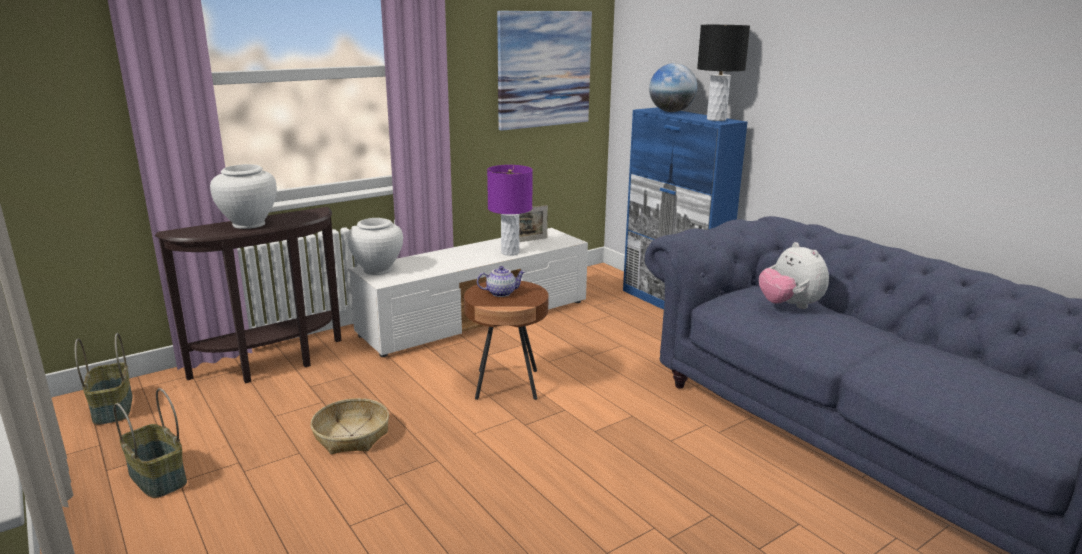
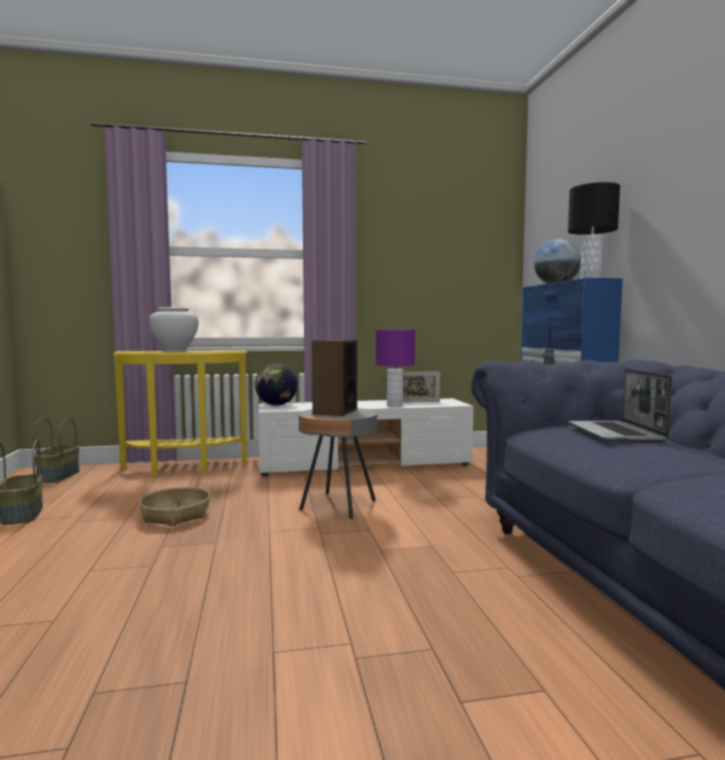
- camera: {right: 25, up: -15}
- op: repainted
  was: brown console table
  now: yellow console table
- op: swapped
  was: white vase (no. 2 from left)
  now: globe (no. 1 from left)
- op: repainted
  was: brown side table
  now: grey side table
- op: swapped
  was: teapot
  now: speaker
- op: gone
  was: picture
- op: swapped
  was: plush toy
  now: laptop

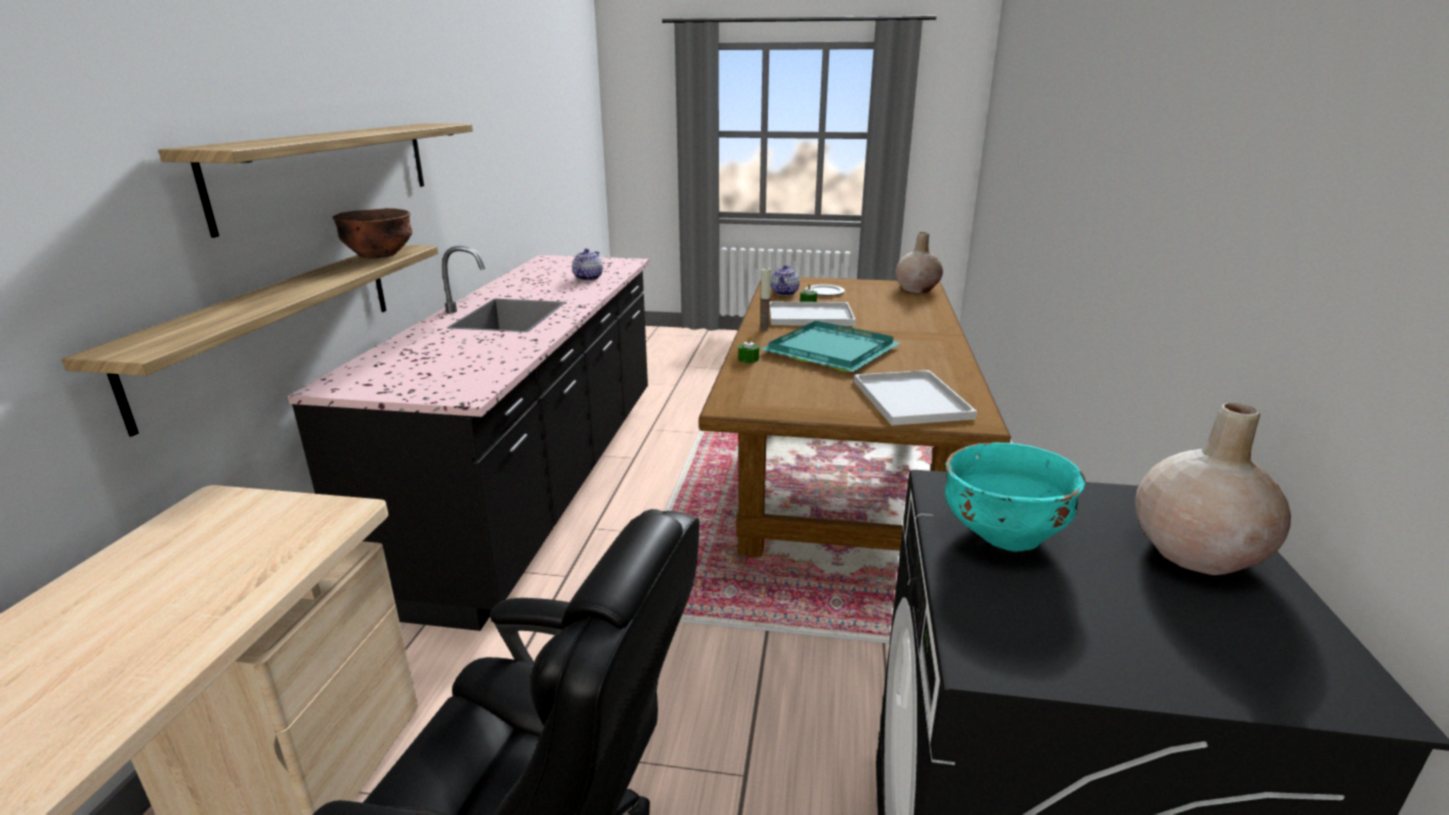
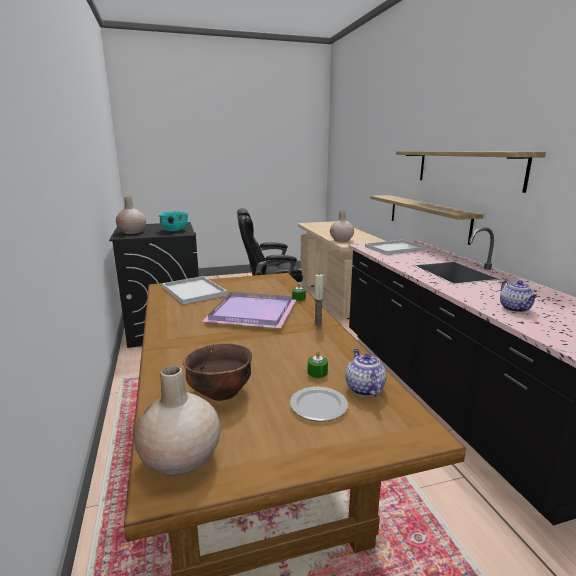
- camera: {right: 155, up: -5}
- op: shifted
  was: brown bowl
- op: repainted
  was: turquoise tray
  now: purple tray
- op: shifted
  was: white tray (no. 1 from left in the first image)
  now: white tray (no. 2 from left)
- op: new
  now: beige vase (no. 3 from left)

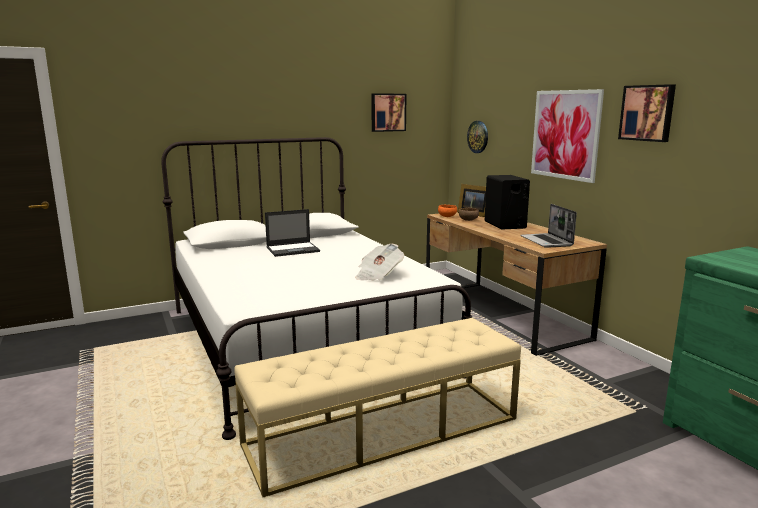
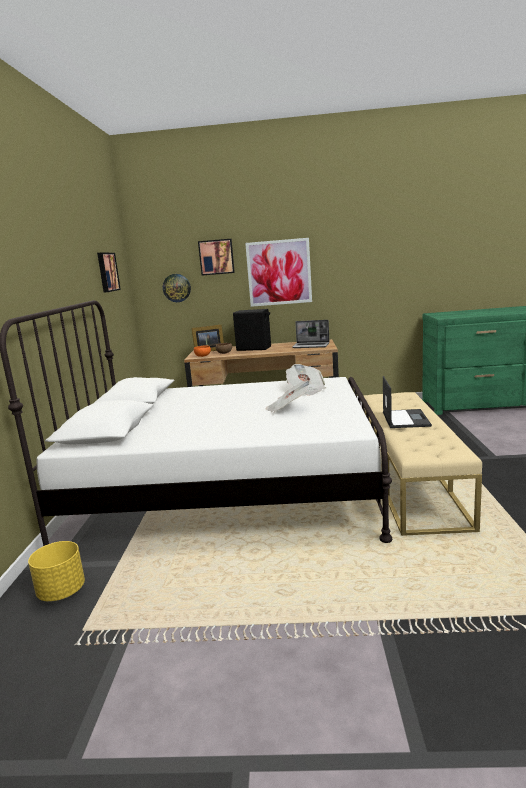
- camera: {right: -60, up: 0}
- op: shifted
  was: laptop (no. 1 from left in the first image)
  now: laptop (no. 2 from left)
- op: shifted
  was: picture (no. 3 from left in the first image)
  now: picture (no. 2 from left)
- op: new
  now: yellow planter
- op: new
  now: newspaper (no. 1 from left)

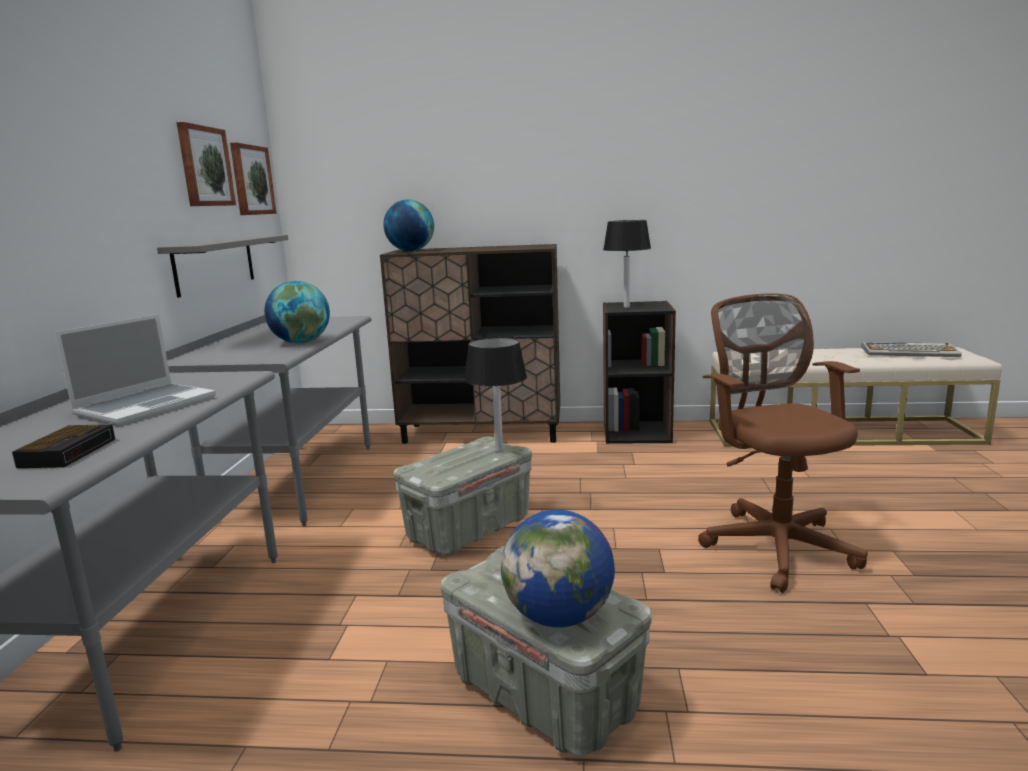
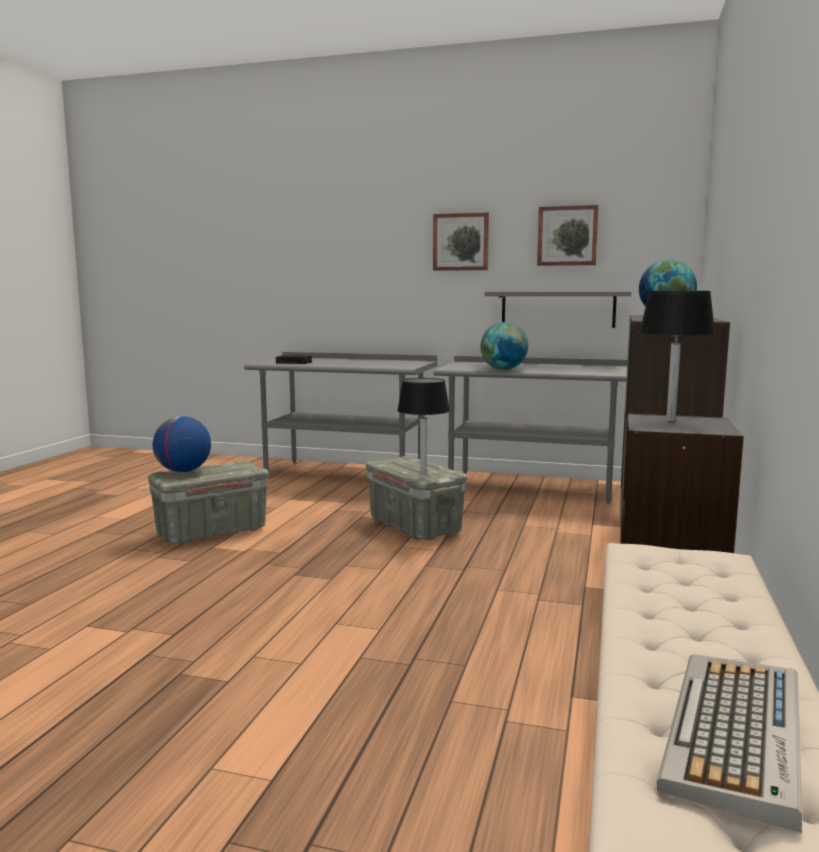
- camera: {right: 100, up: -5}
- op: gone
  was: laptop
- op: shifted
  was: picture (no. 2 from left in the first image)
  now: picture (no. 1 from left)
- op: gone
  was: brown office chair

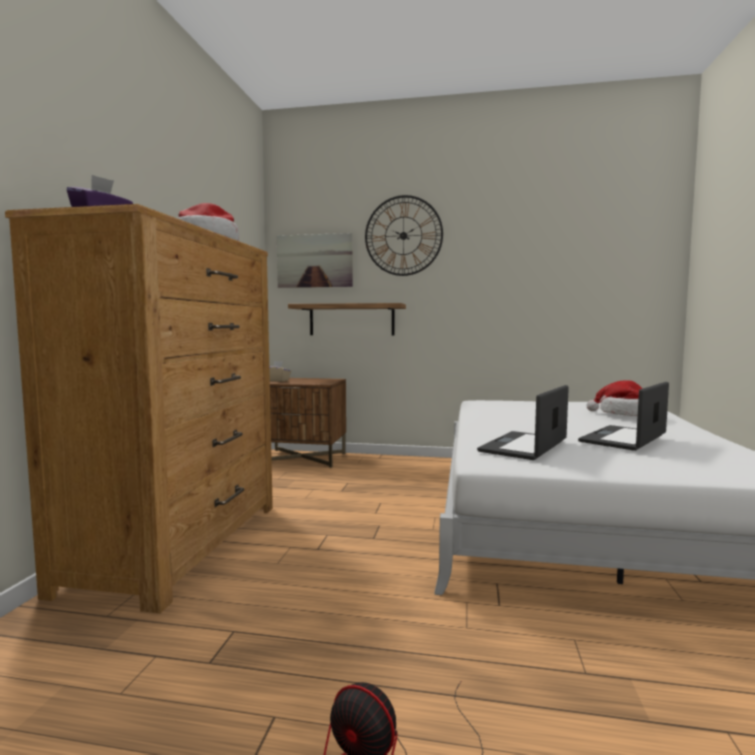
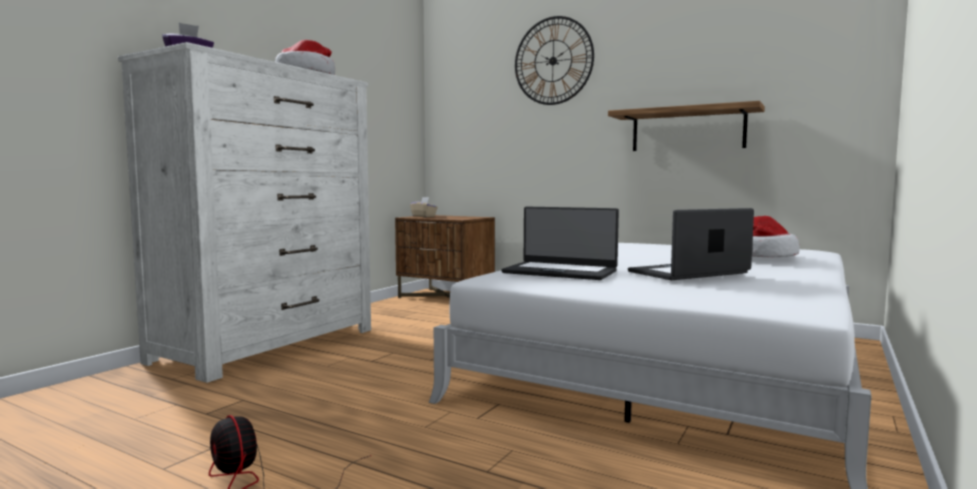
- camera: {right: 20, up: 0}
- op: repainted
  was: brown dresser
  now: white dresser
- op: gone
  was: picture
- op: shifted
  was: shelf
- op: rotated
  was: laptop (no. 1 from left)
  clockwise: -120

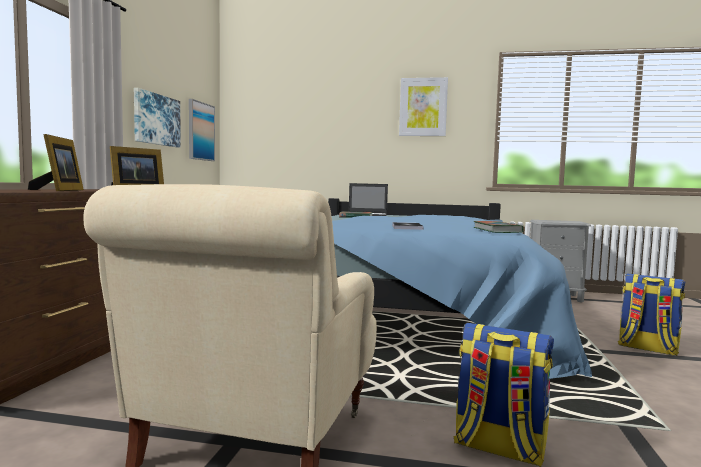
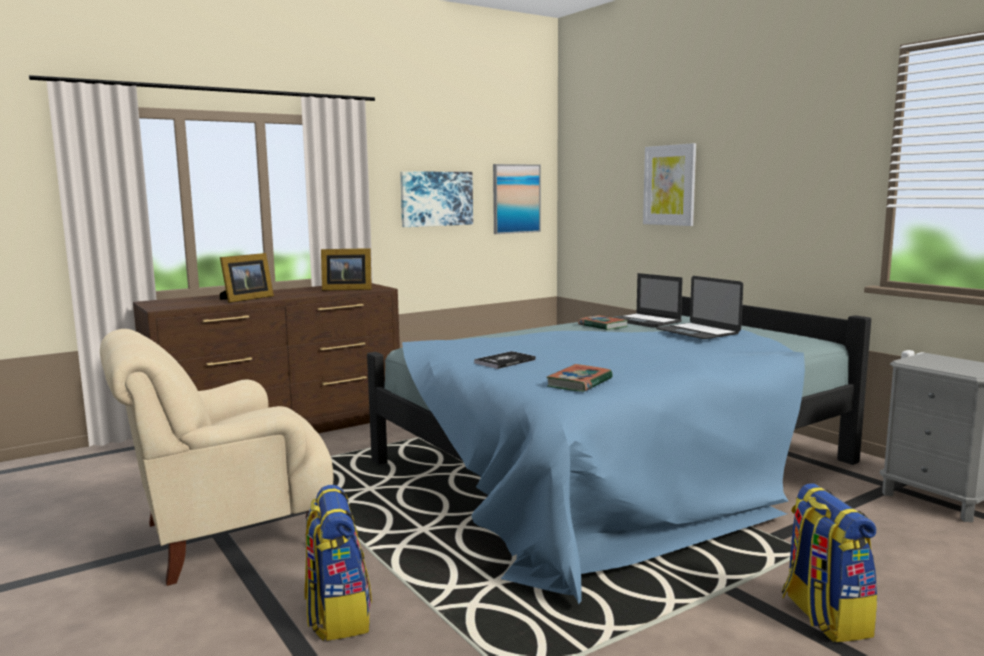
- camera: {right: 45, up: 5}
- op: shifted
  was: picture (no. 3 from left)
- op: new
  now: laptop (no. 2 from left)

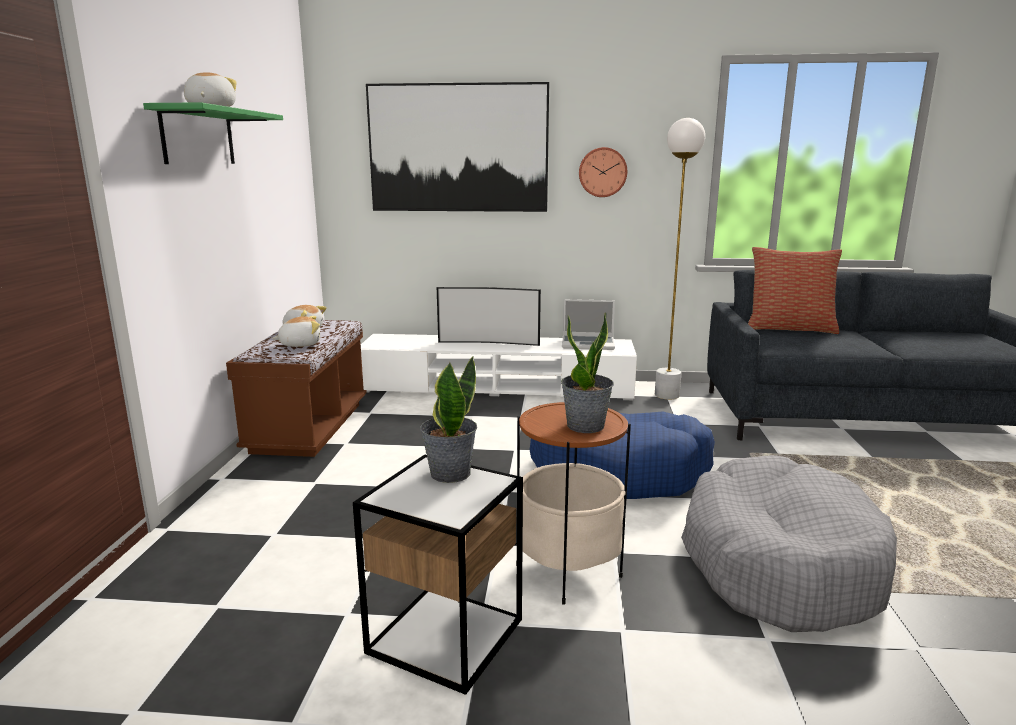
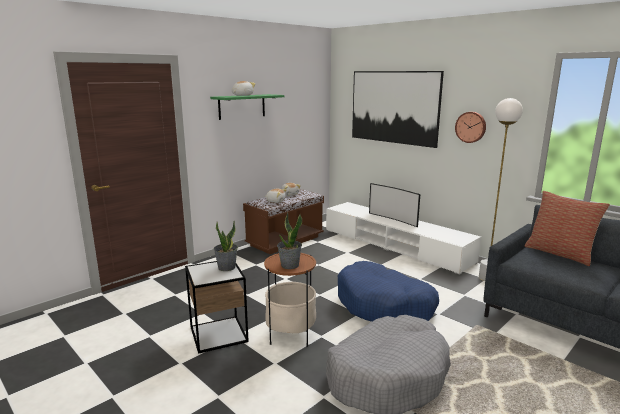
- camera: {right: 40, up: 0}
- op: gone
  was: laptop

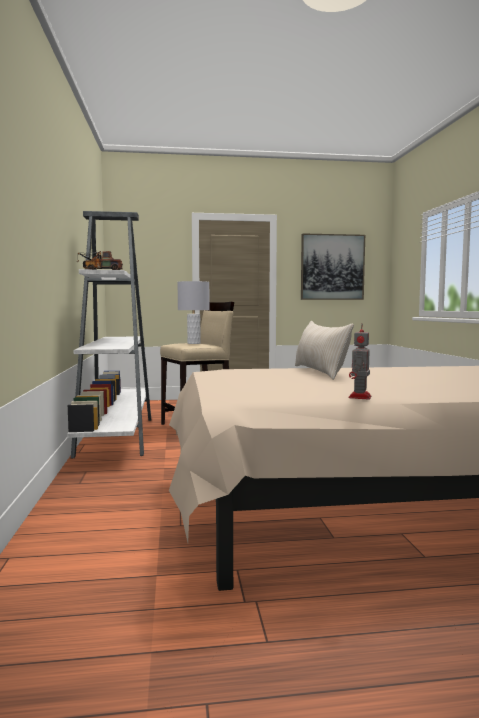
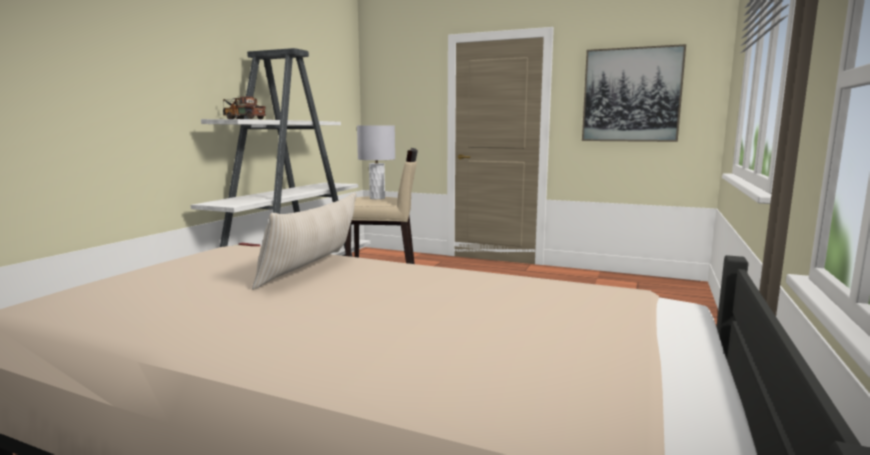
- camera: {right: 30, up: 5}
- op: gone
  was: toy robot

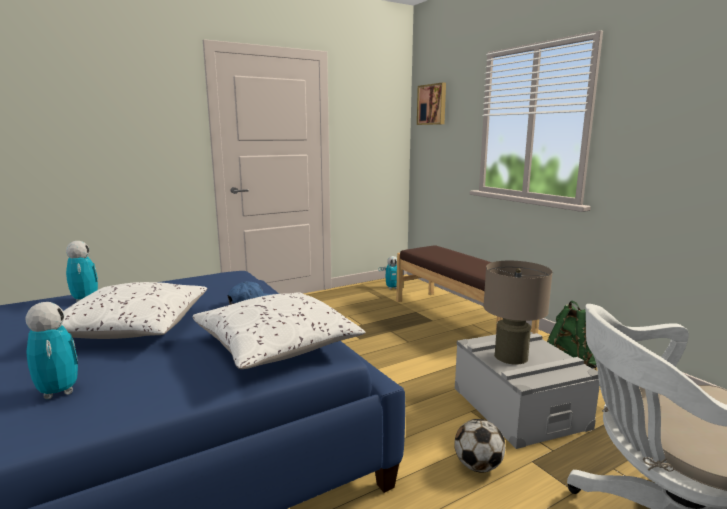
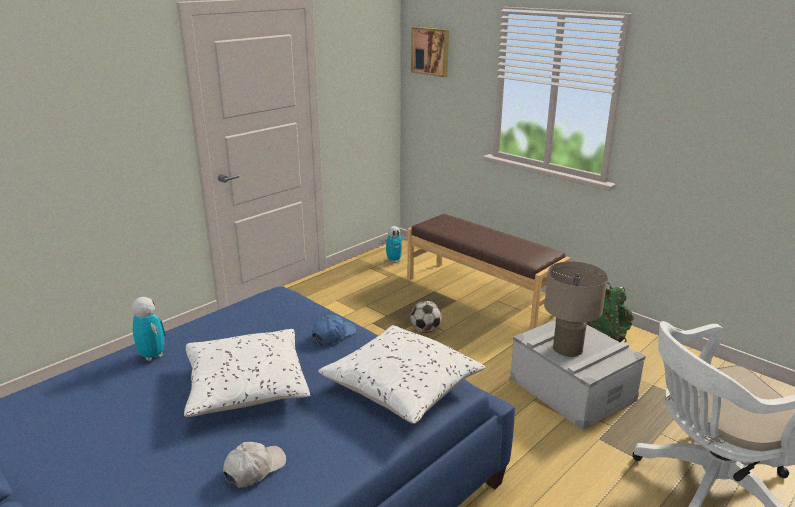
- camera: {right: -15, up: 10}
- op: swapped
  was: toy robot (no. 1 from left)
  now: white cap
- op: shifted
  was: football

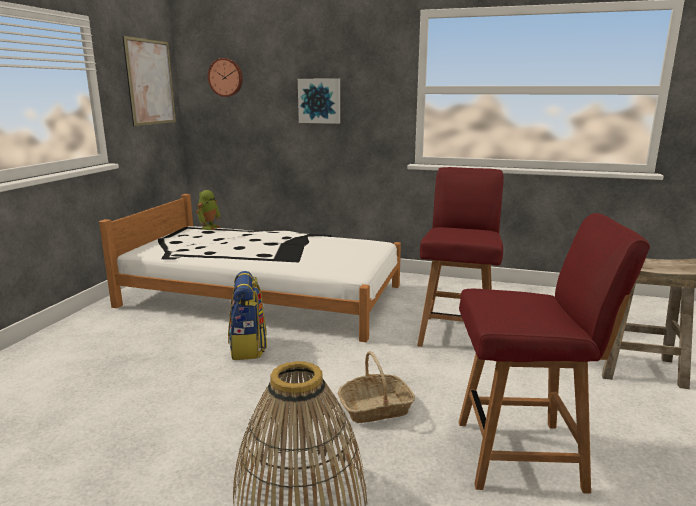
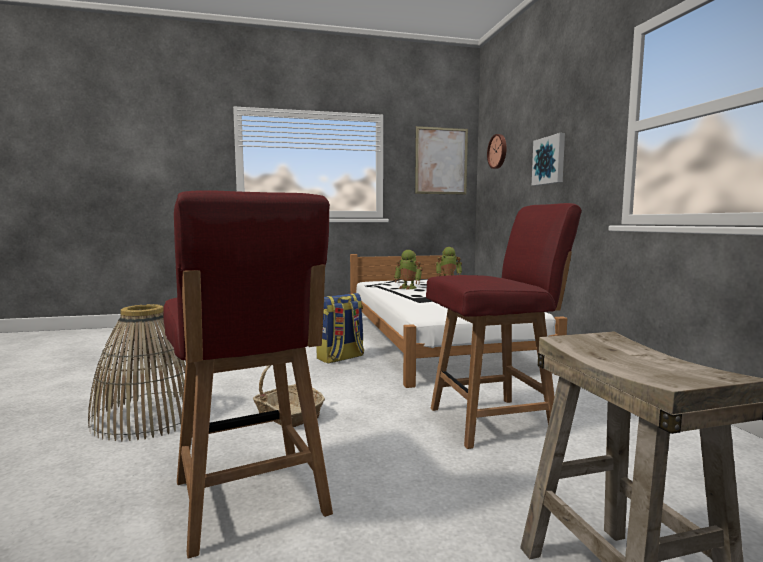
- camera: {right: 60, up: -10}
- op: new
  now: toy robot (no. 1 from left)

